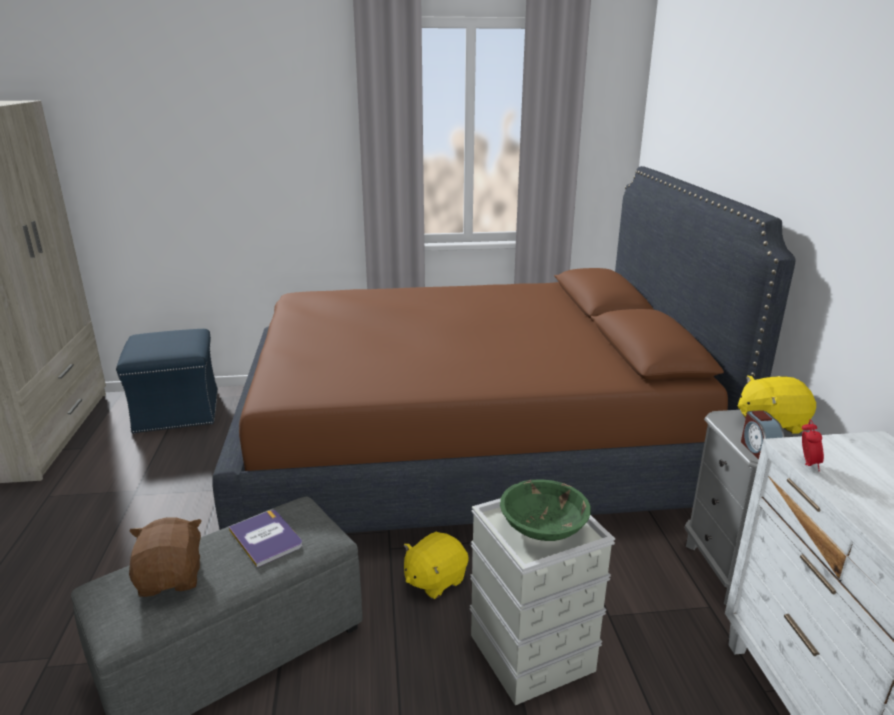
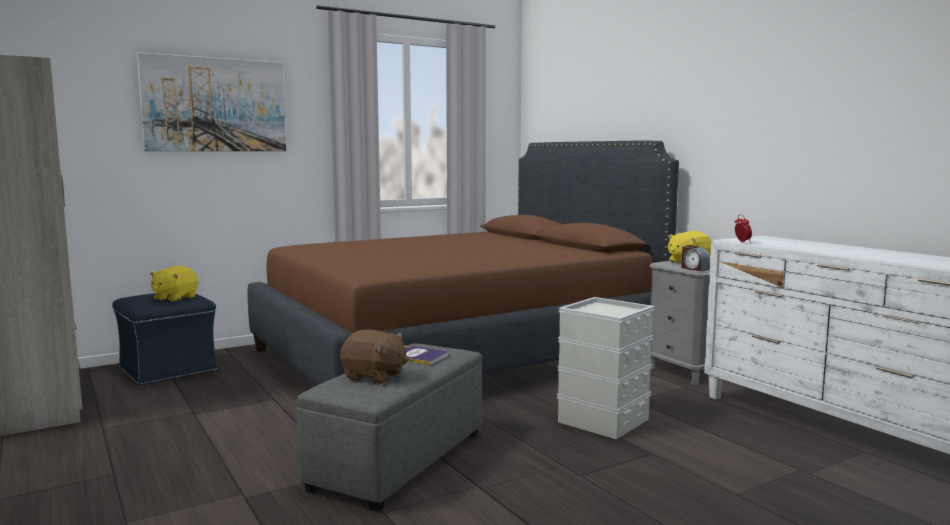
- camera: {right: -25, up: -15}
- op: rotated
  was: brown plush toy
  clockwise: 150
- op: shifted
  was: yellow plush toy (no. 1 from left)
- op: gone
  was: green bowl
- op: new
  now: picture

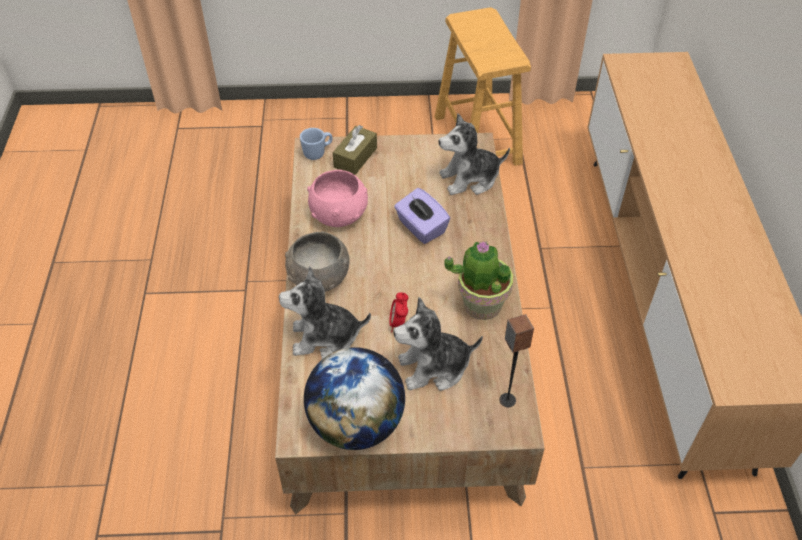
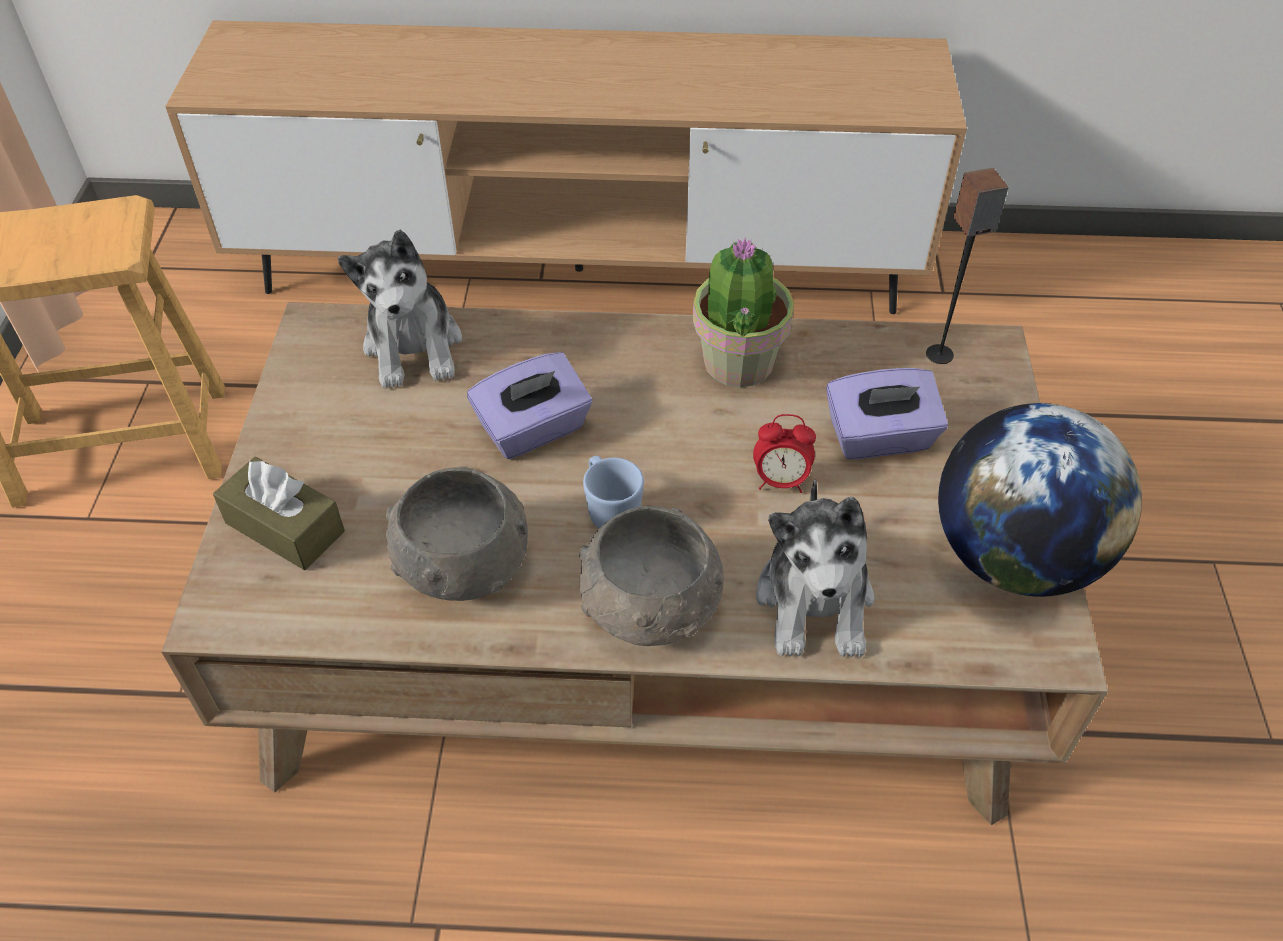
- camera: {right: -85, up: 0}
- op: shifted
  was: blue mug
- op: repainted
  was: pink bowl
  now: grey bowl (no. 1 from left)
- op: swapped
  was: plush toy (no. 2 from left)
  now: purple tissue box (no. 2 from left)

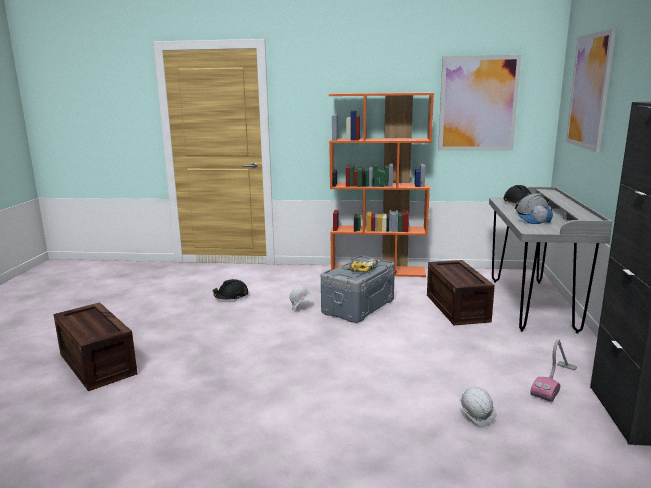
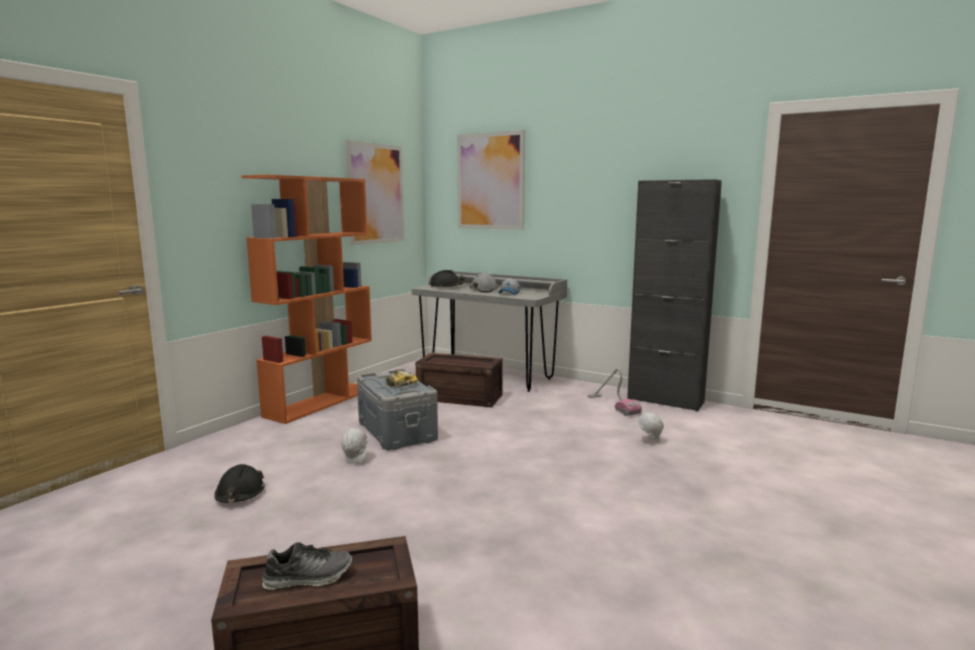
- camera: {right: -65, up: -5}
- op: new
  now: shoe

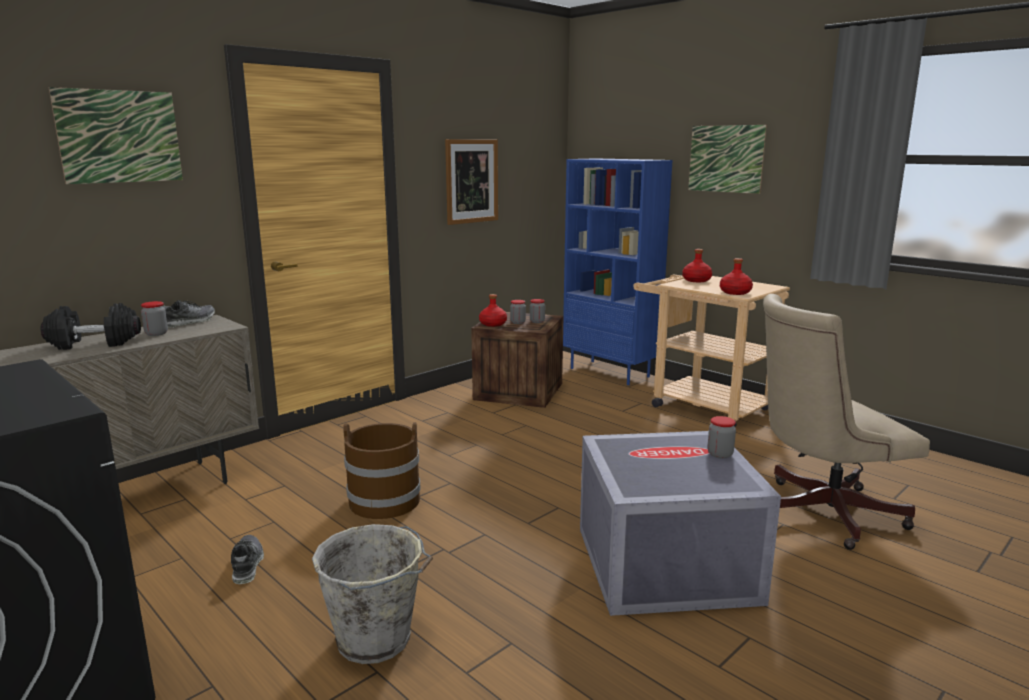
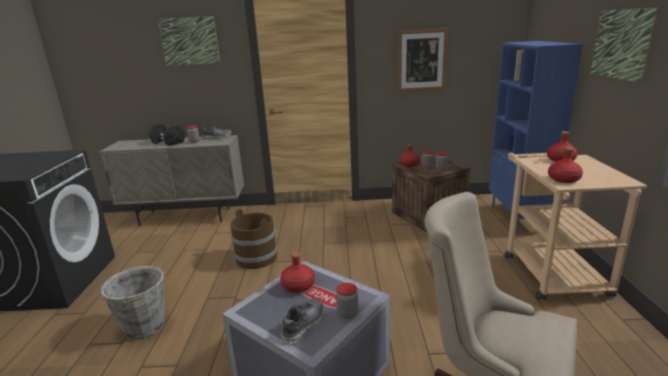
- camera: {right: 45, up: 5}
- op: shifted
  was: shoe (no. 2 from left)
- op: new
  now: red bottle (no. 1 from left)

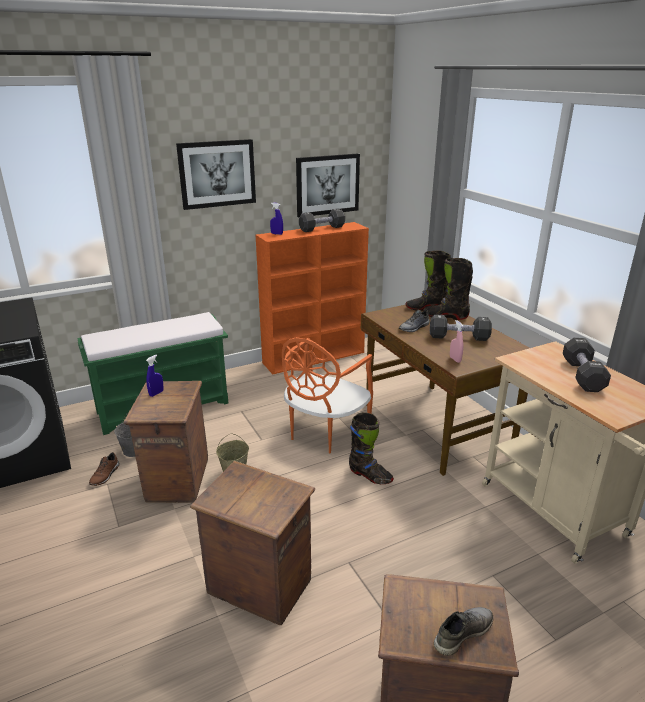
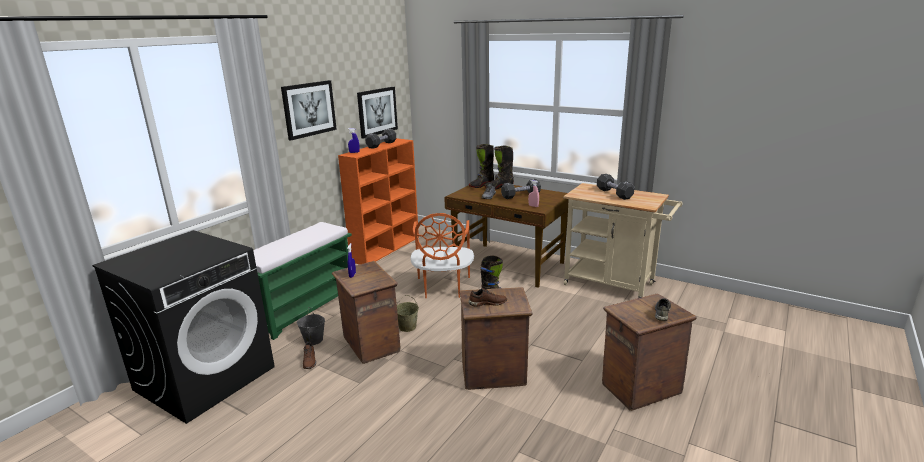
- camera: {right: -30, up: -5}
- op: new
  now: brown shoe (no. 2 from left)

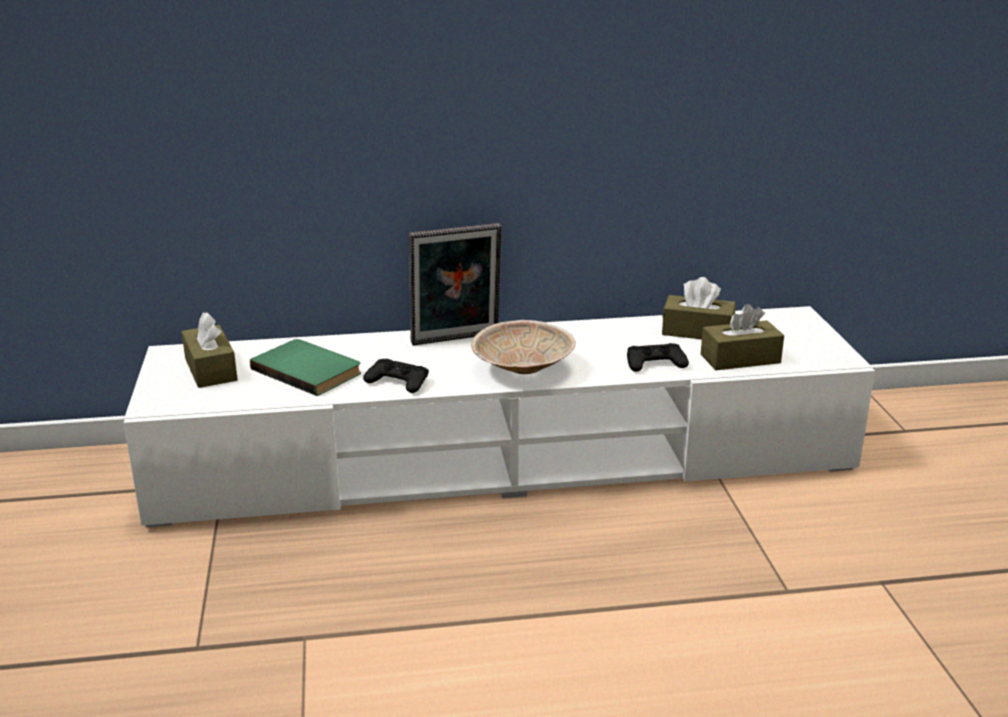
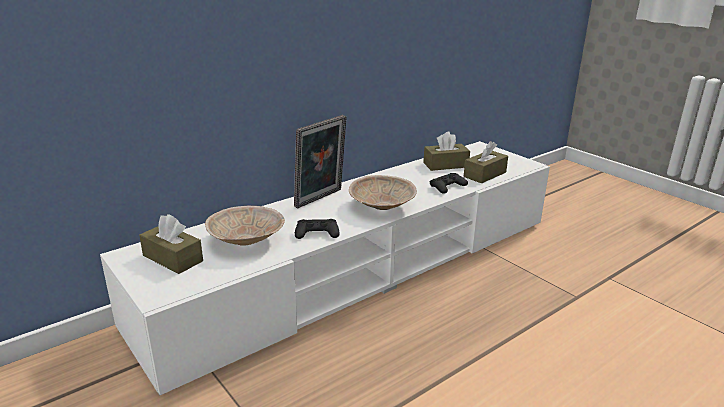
- camera: {right: -30, up: 0}
- op: swapped
  was: green book
  now: beige bowl (no. 1 from left)

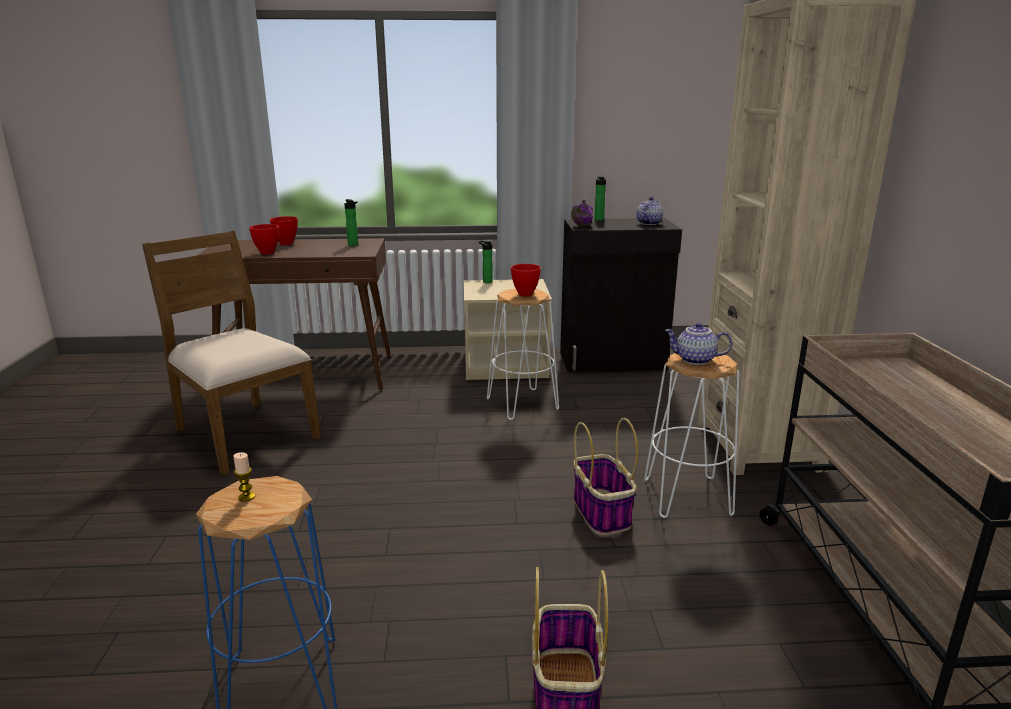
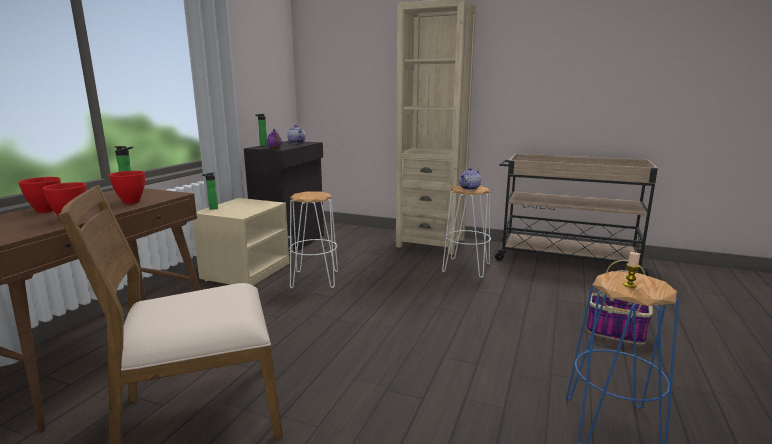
- camera: {right: -65, up: -5}
- op: shifted
  was: red bowl (no. 3 from left)
- op: gone
  was: basket (no. 2 from left)

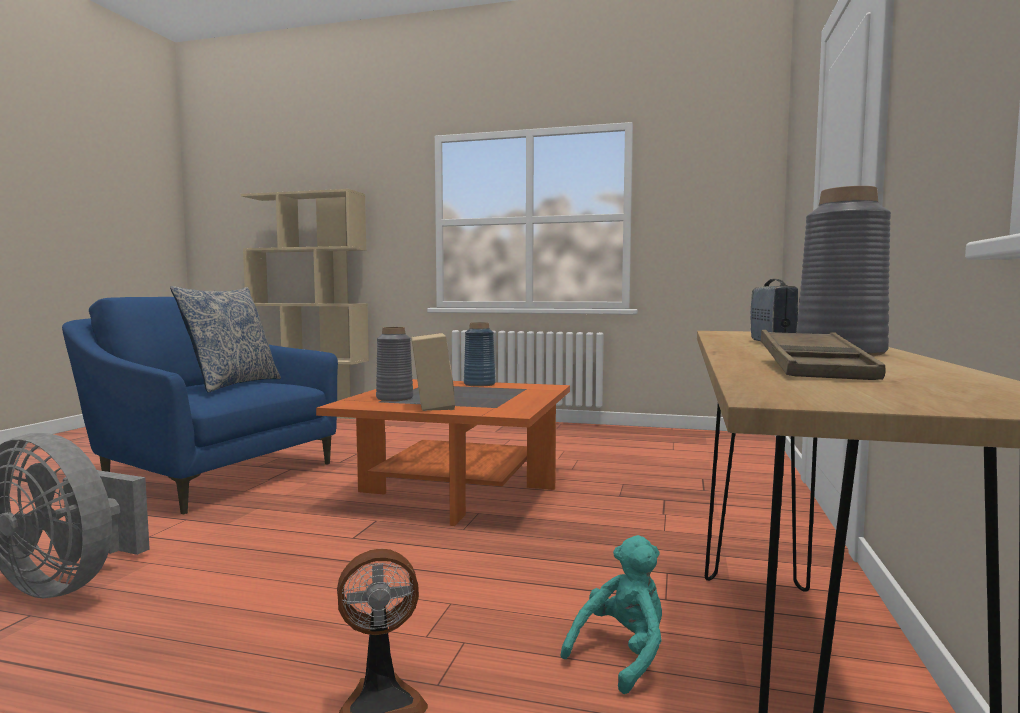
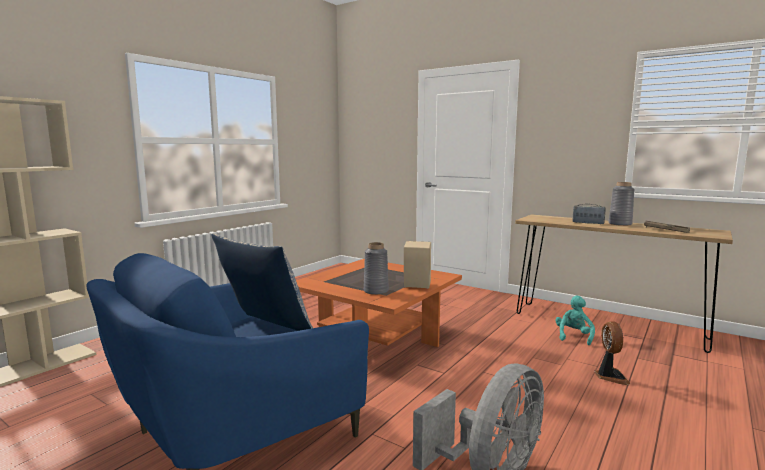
- camera: {right: -70, up: 5}
- op: gone
  was: blue vase
- op: rotated
  was: turquoise plush toy
  clockwise: 45

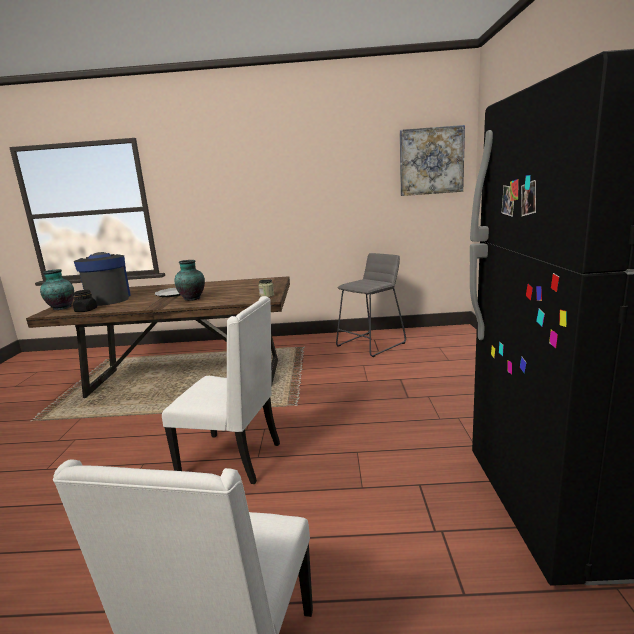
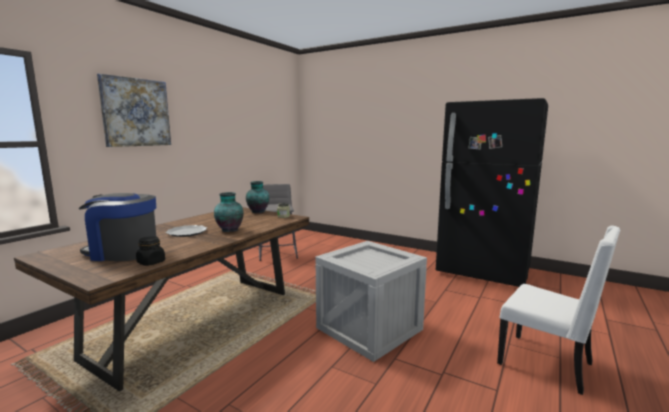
- camera: {right: -60, up: -5}
- op: shifted
  was: vase (no. 1 from left in the first image)
  now: vase (no. 2 from left)
- op: swapped
  was: white chair (no. 2 from left)
  now: crate
- op: shifted
  was: picture

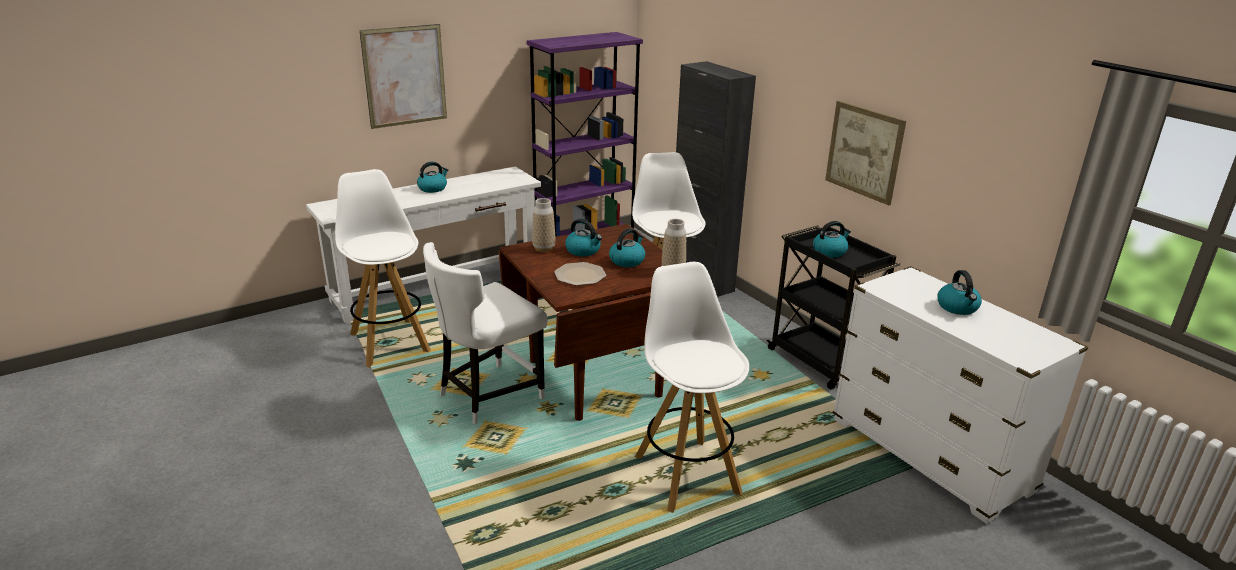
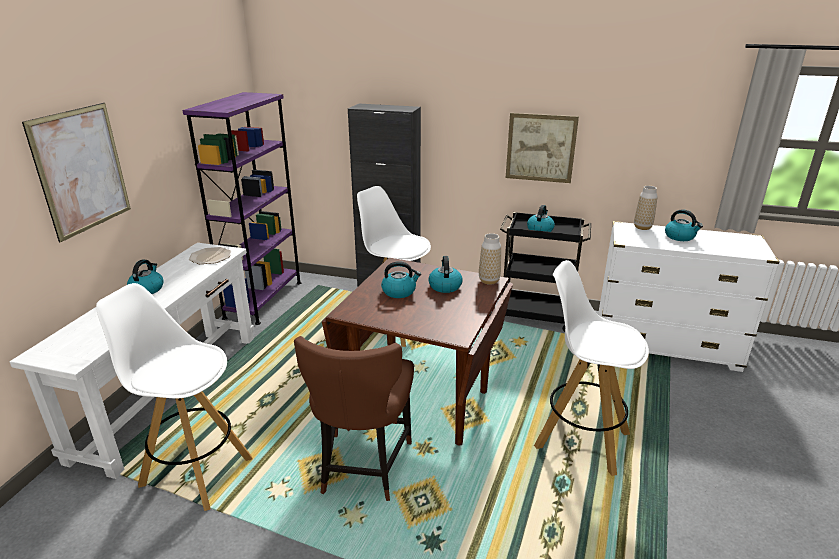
- camera: {right: -40, up: 0}
- op: repainted
  was: white chair
  now: brown chair
- op: shifted
  was: vase (no. 1 from left in the first image)
  now: vase (no. 2 from left)
- op: shifted
  was: plate

